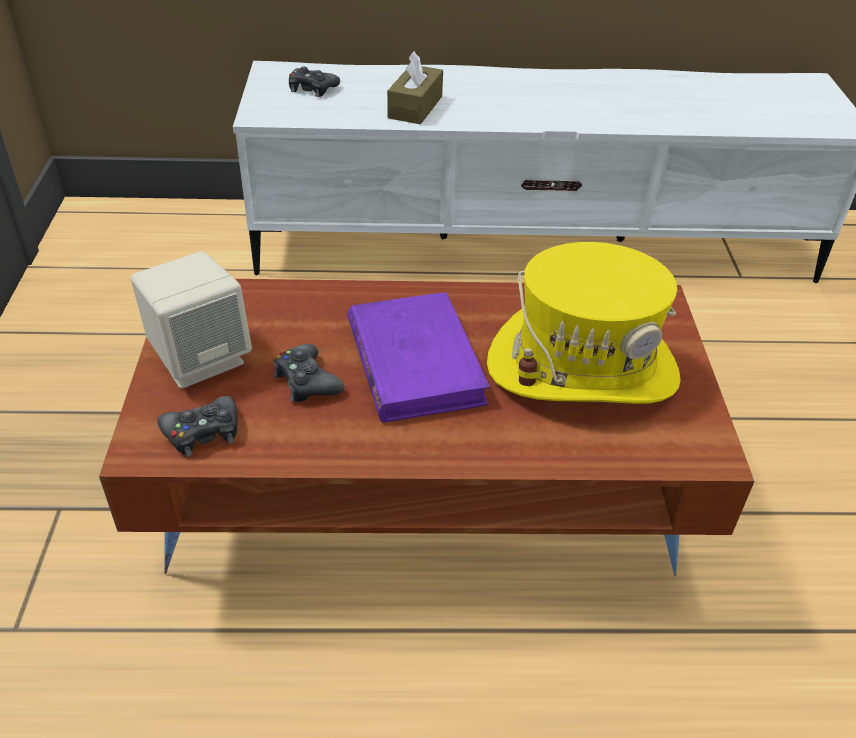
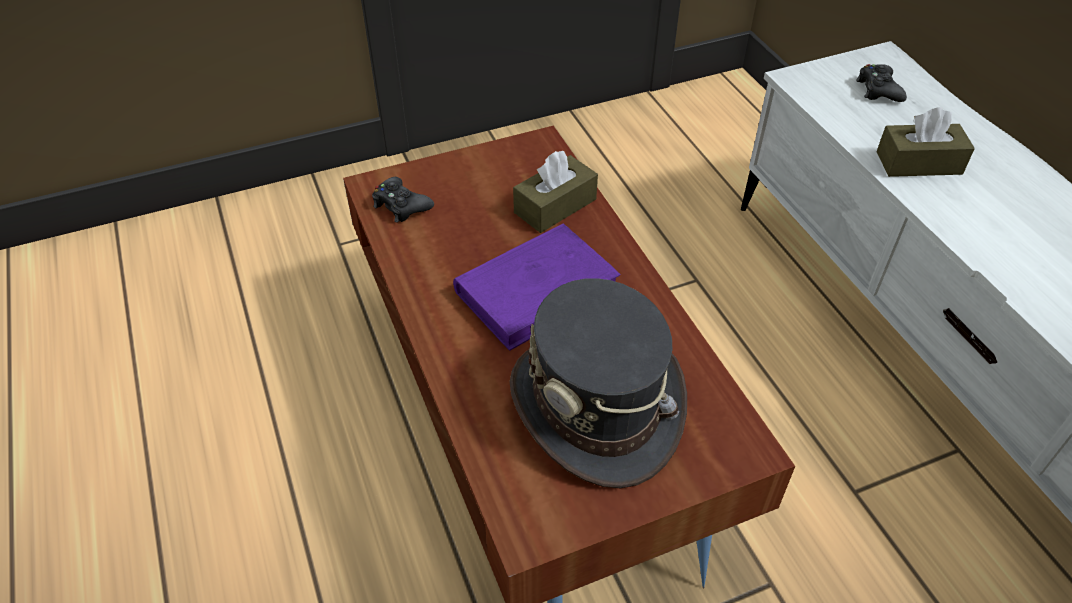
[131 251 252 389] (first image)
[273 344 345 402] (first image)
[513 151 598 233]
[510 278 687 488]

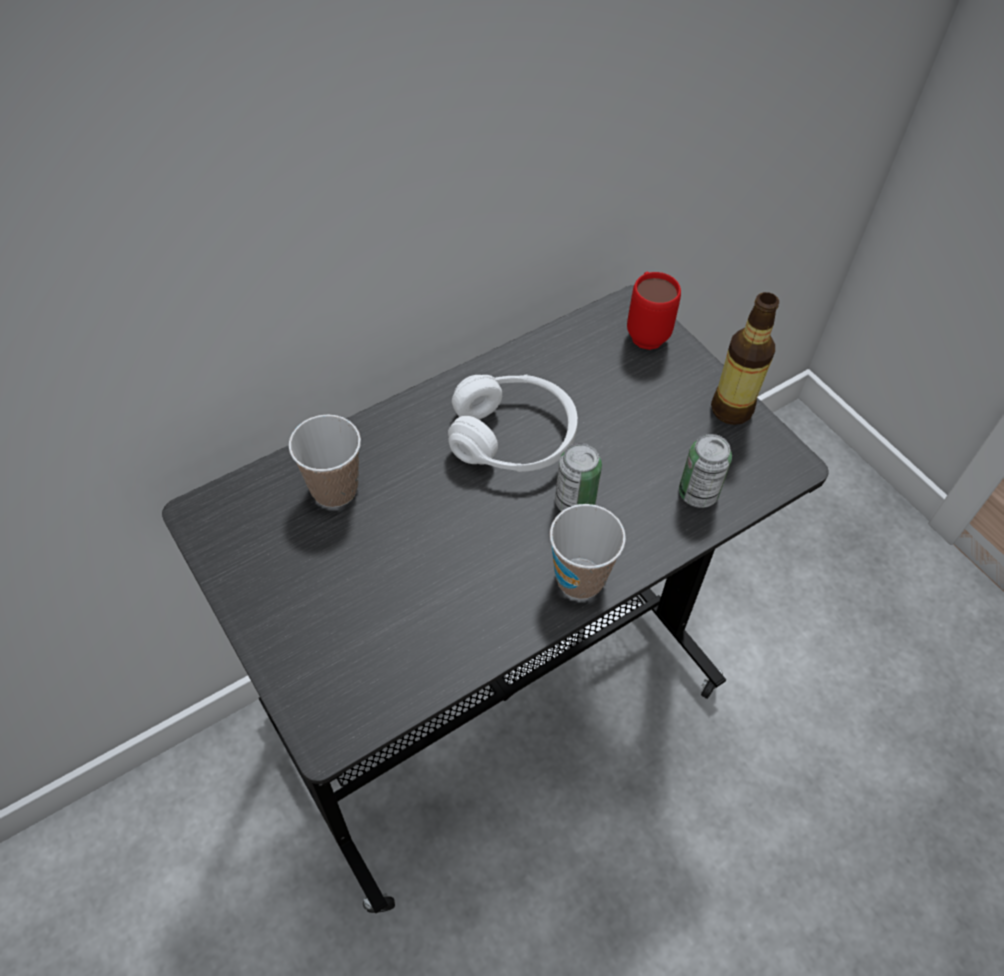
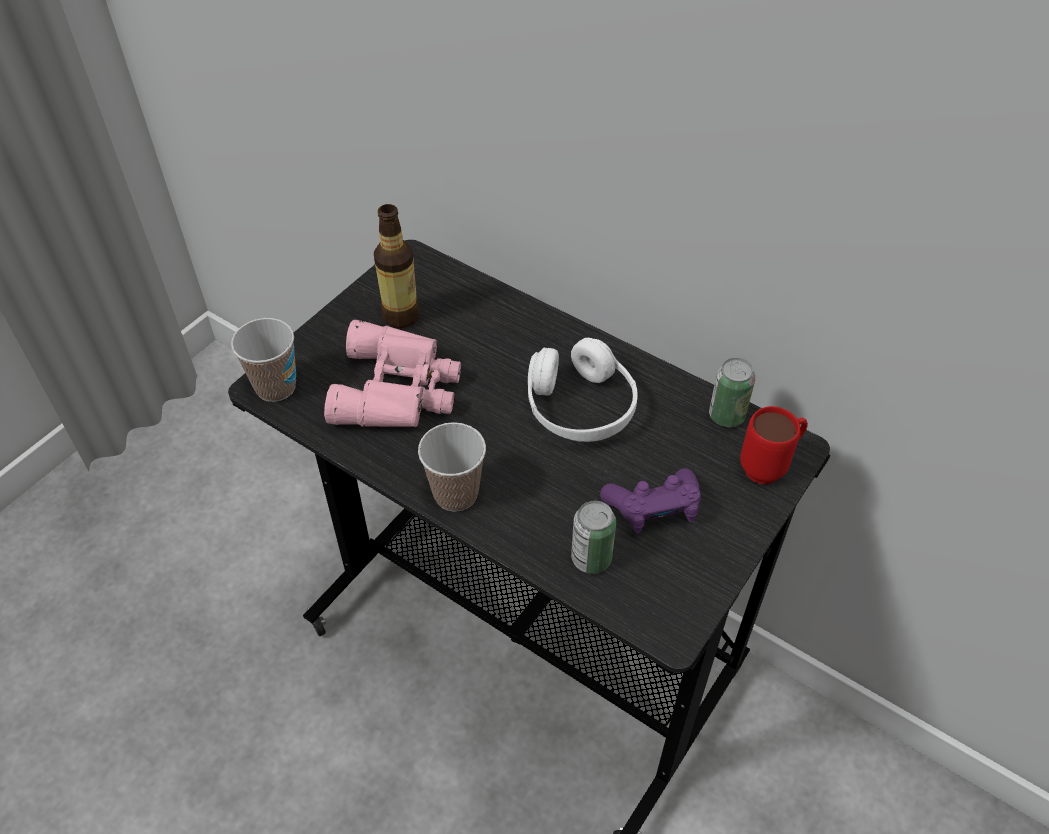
[324 320 461 427]
[600 468 701 534]
[231 318 296 402]
[709 358 755 427]
[374 204 420 328]

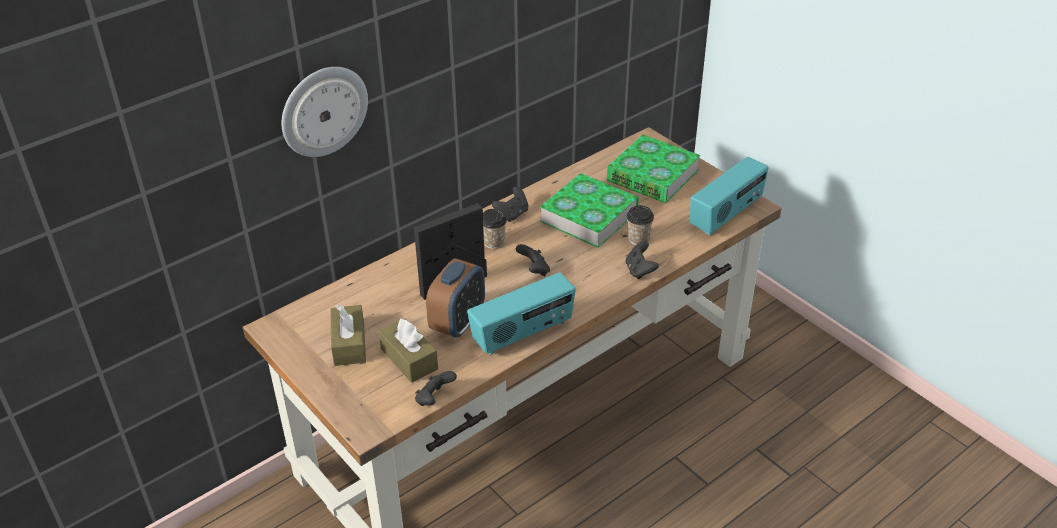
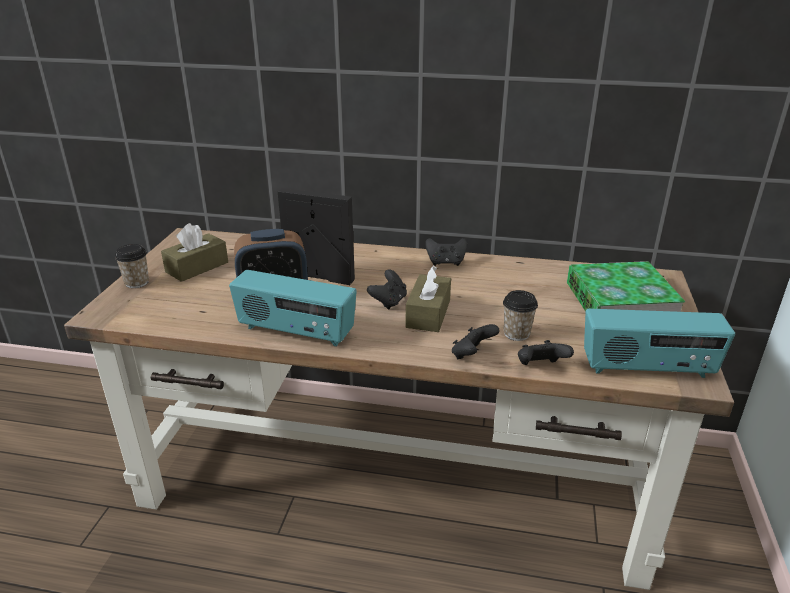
[282 67 368 157] (first image)
[540 173 639 248] (first image)
[406 265 451 332]
[518 340 574 365]
[115 244 149 288]

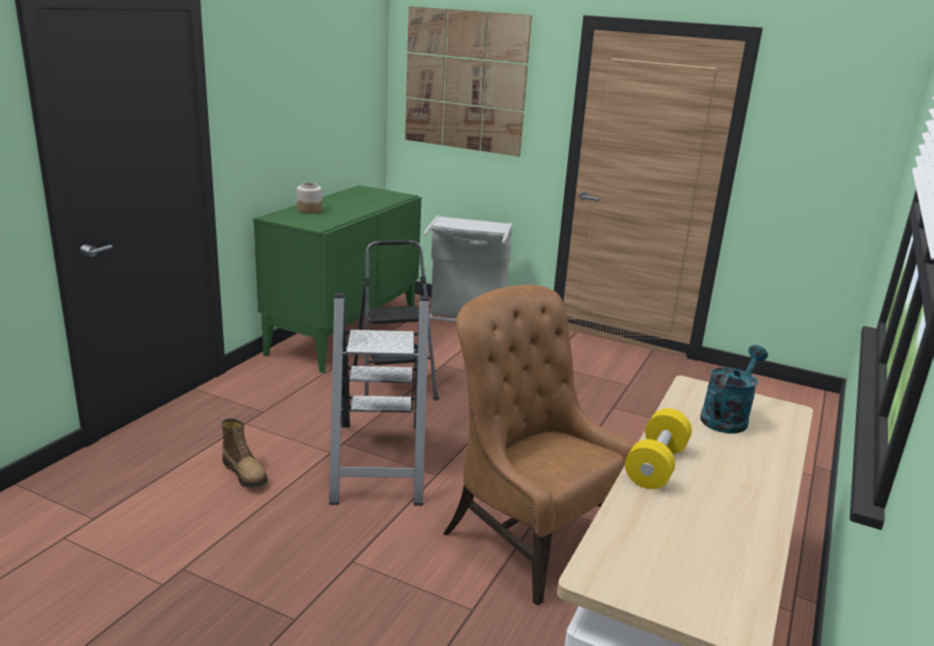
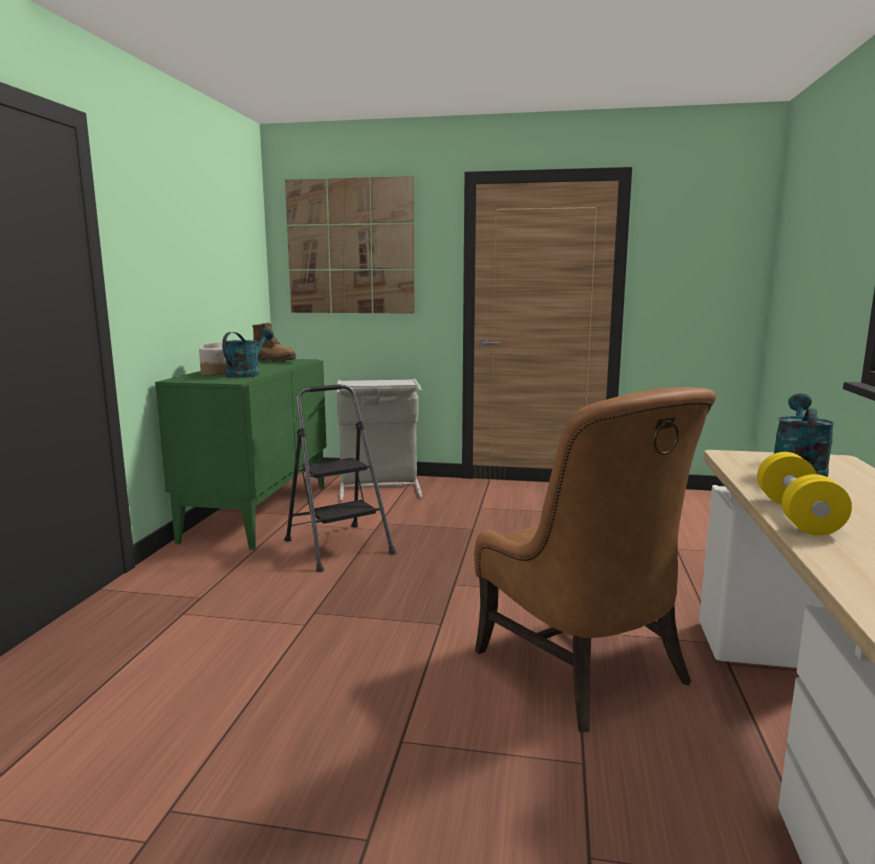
[329 292 430 506] (first image)
[222 328 273 378]
[252 323 296 362]
[474 387 716 732]

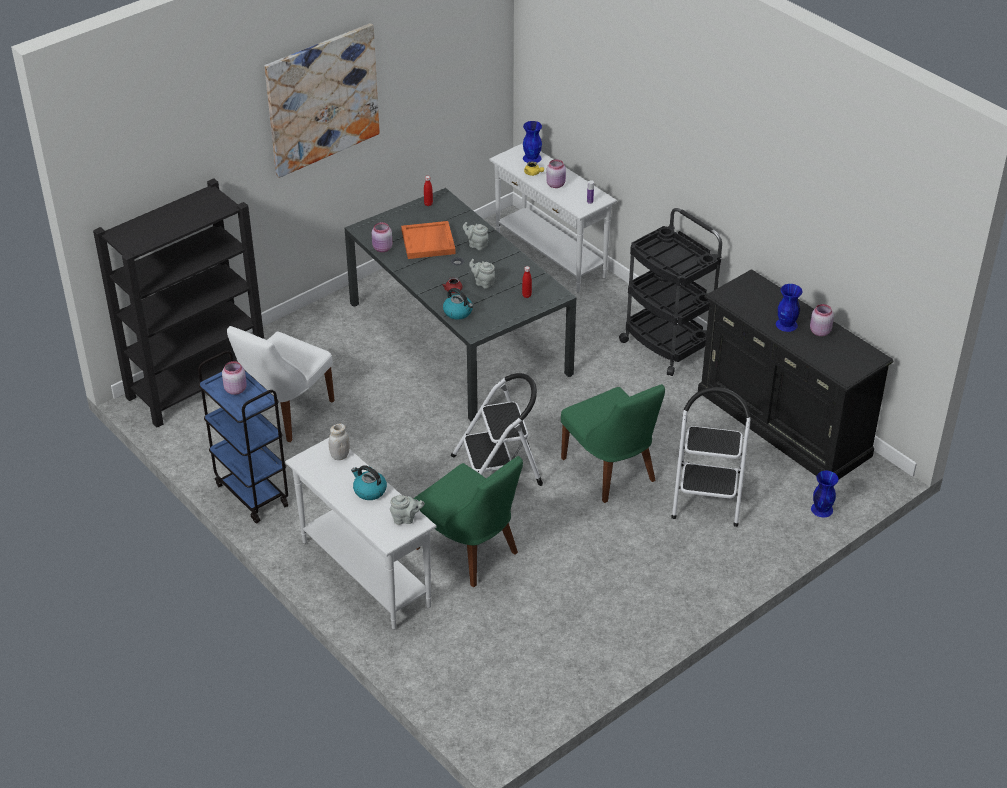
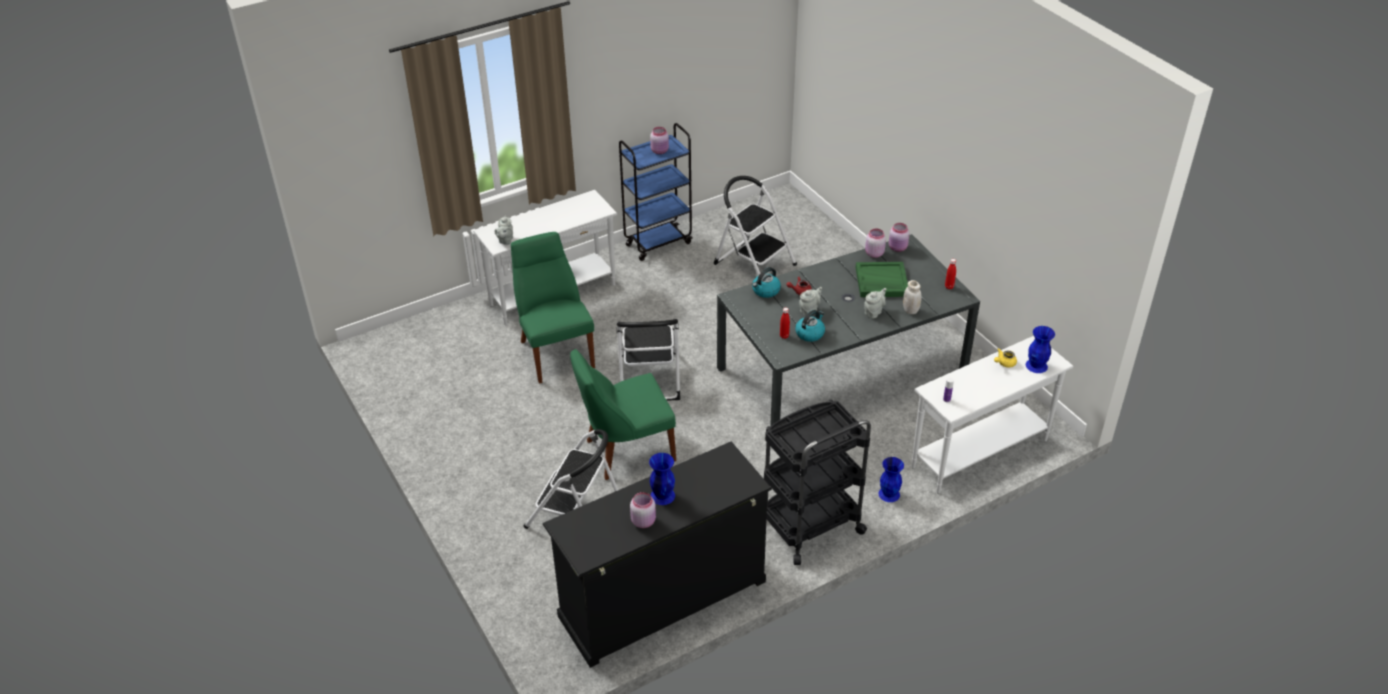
[93 178 264 428] (first image)
[265 23 380 178] (first image)
[903 280 922 314]
[795 310 825 342]
[889 223 909 252]
[879 457 904 502]
[714 176 797 276]
[856 262 908 297]
[511 232 595 383]

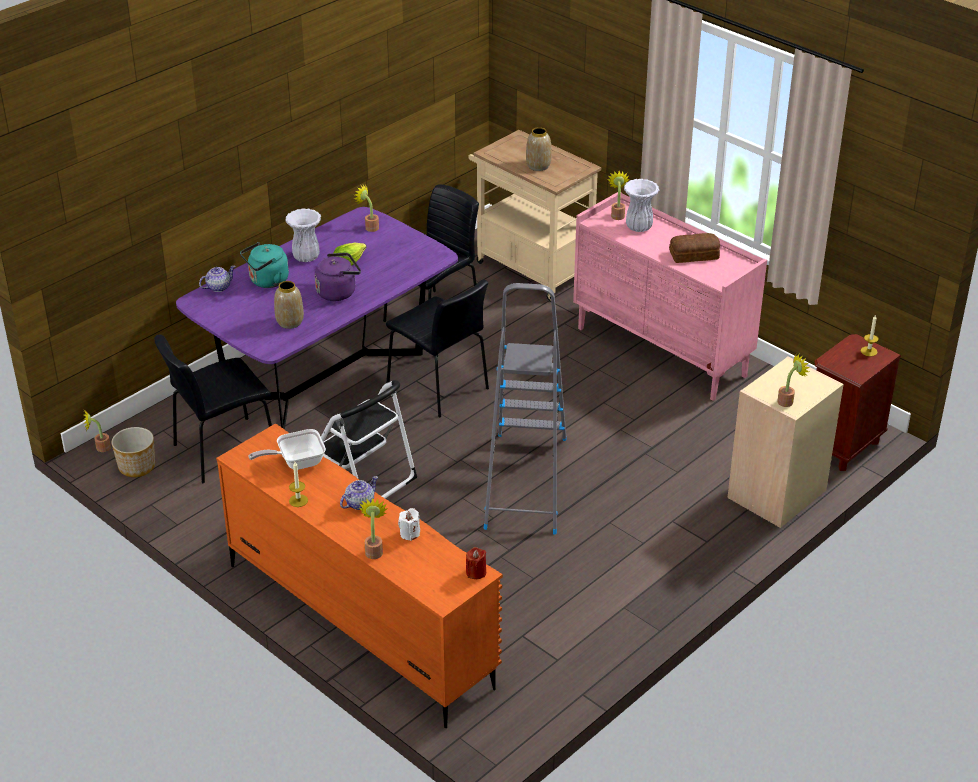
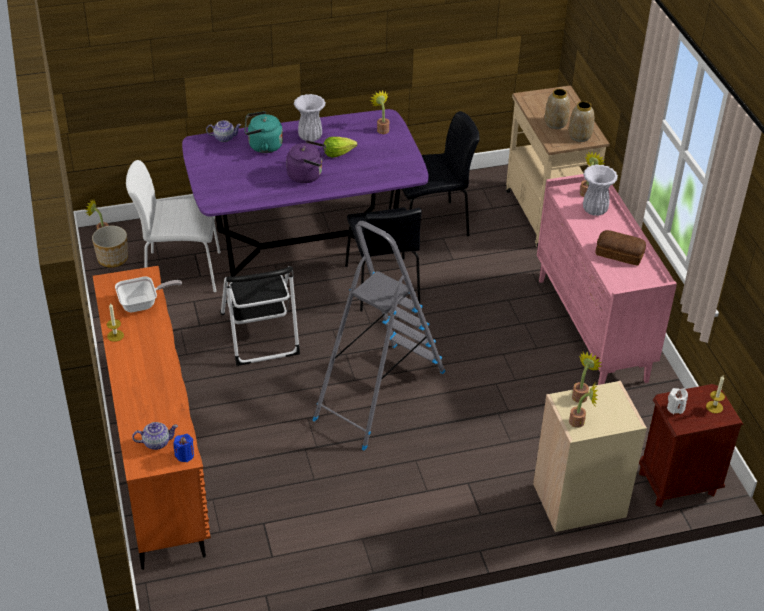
[569 101 594 142]
[132 422 178 450]
[572 352 601 403]
[667 388 688 415]
[126 160 221 292]
[173 434 194 462]
[115 276 182 312]

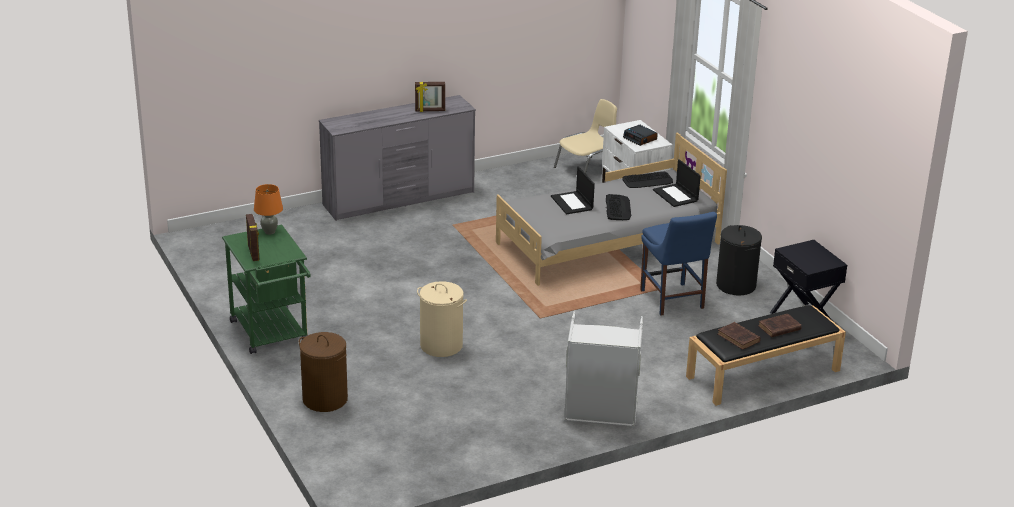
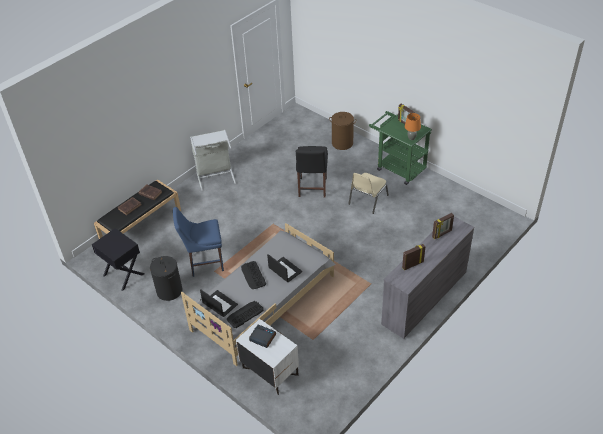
[432 213 454 239]
[349 173 389 214]
[296 146 328 197]
[173 207 224 277]

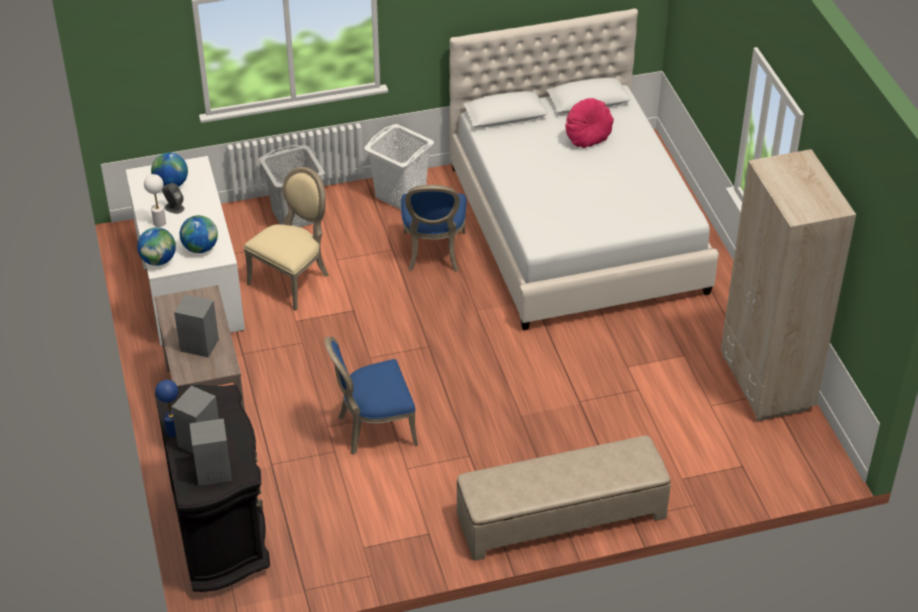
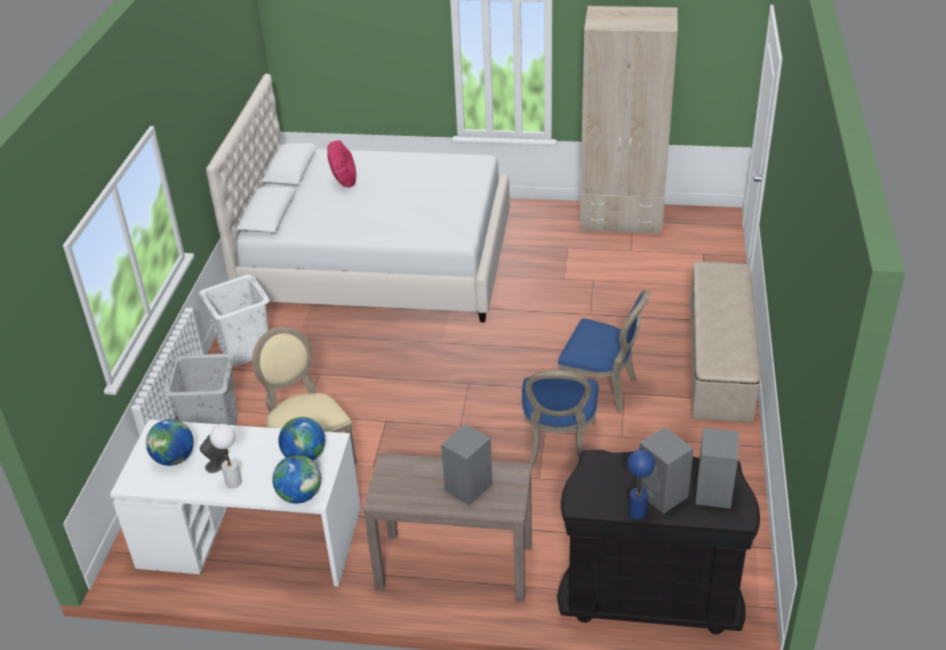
[558 290 650 413]

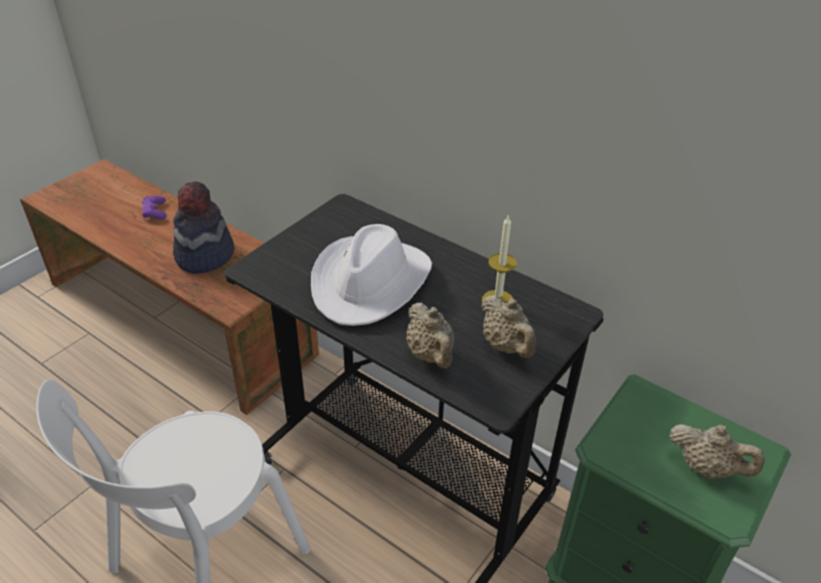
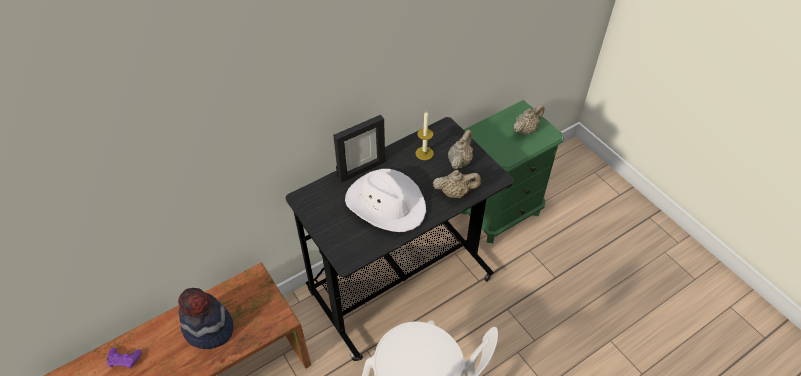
[333 115 385 183]
[448 130 473 169]

